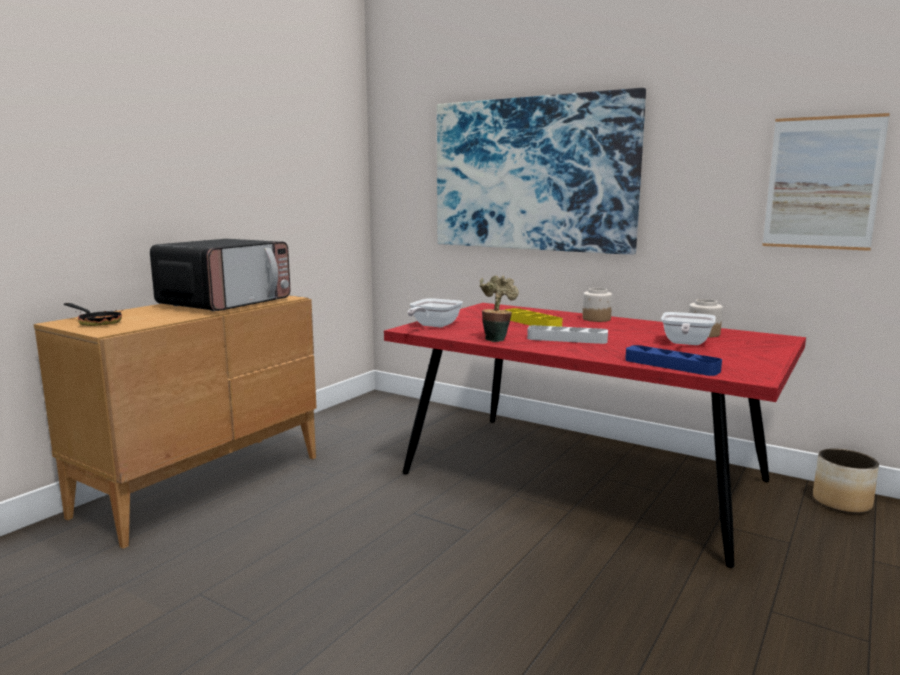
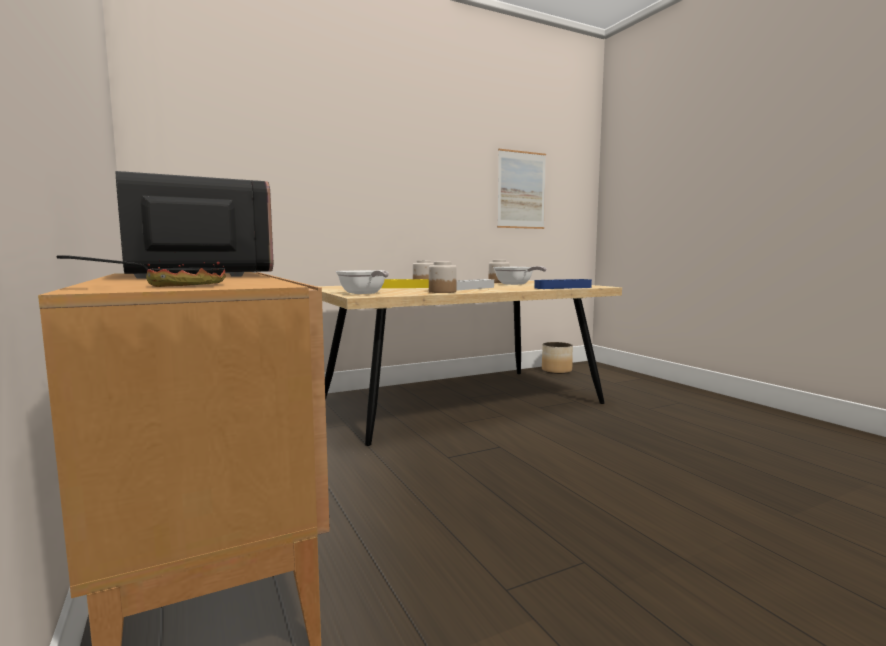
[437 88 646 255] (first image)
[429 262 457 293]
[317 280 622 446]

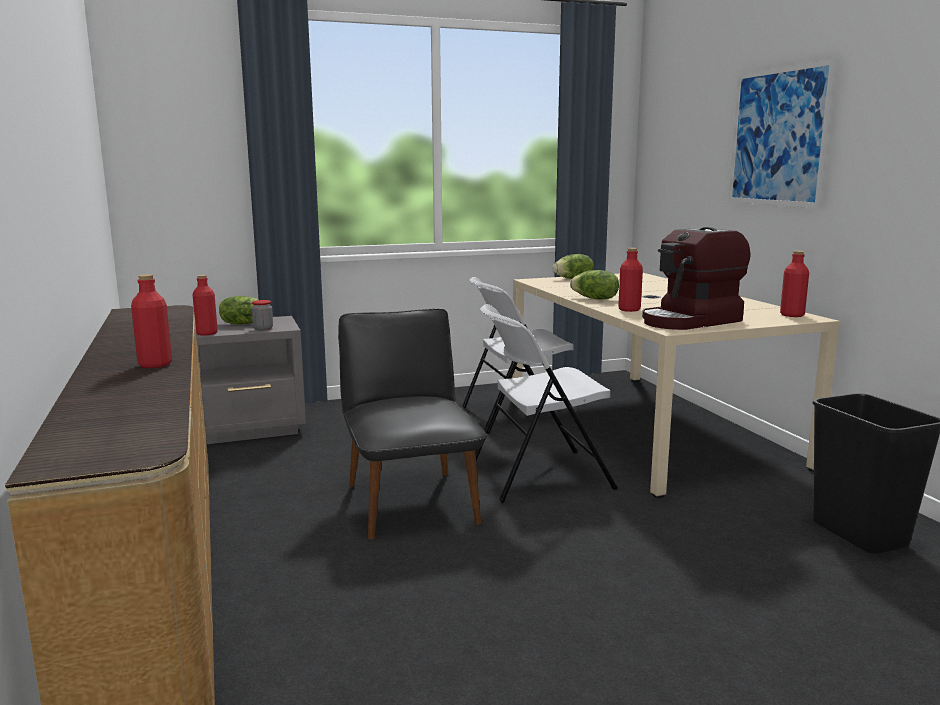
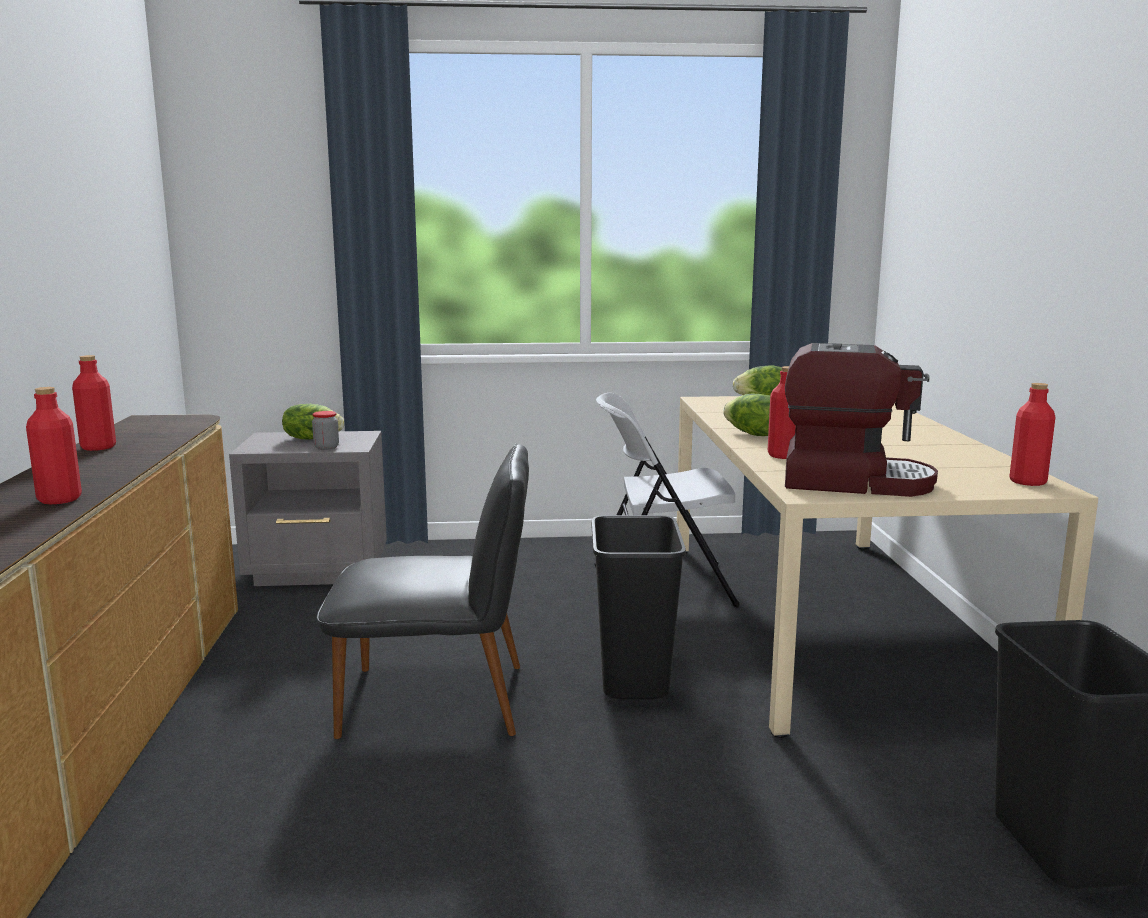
[728 58 837 208] (first image)
[72 355 116 451]
[591 515 686 700]
[316 444 529 739]
[785 343 938 497]

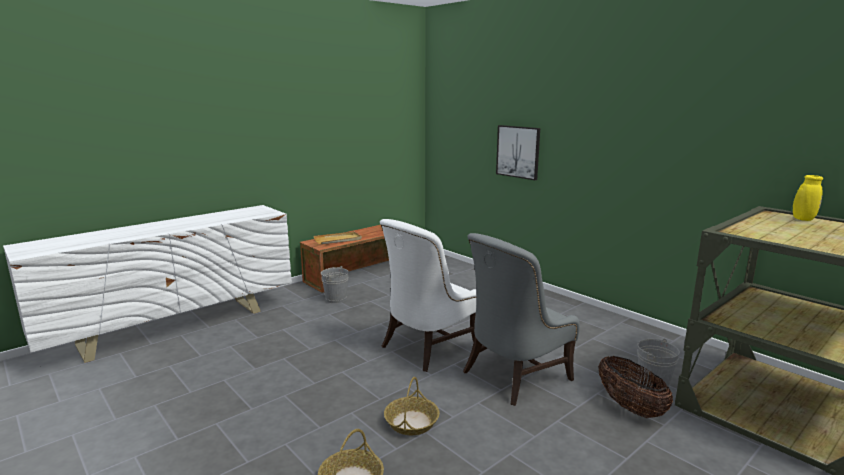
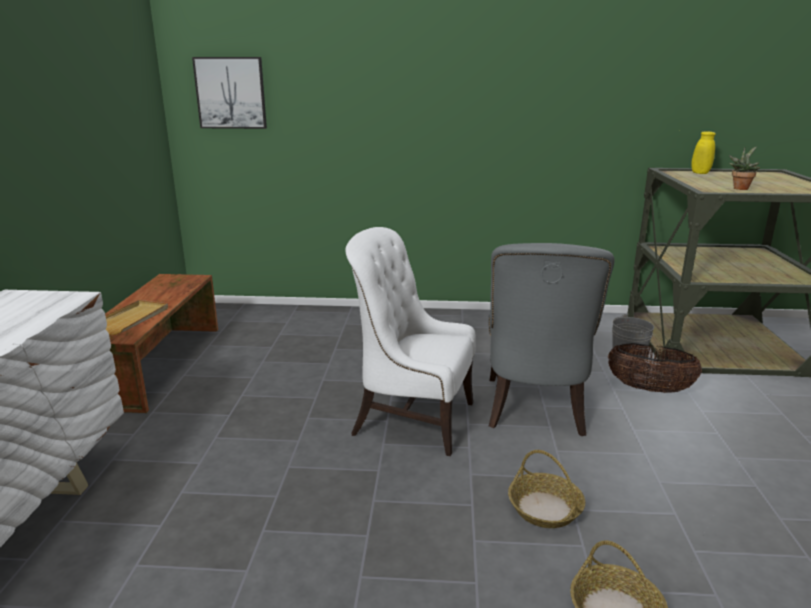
[321 266 349 303] (first image)
[729 146 760 190]
[192 57 267 129]
[345 227 476 456]

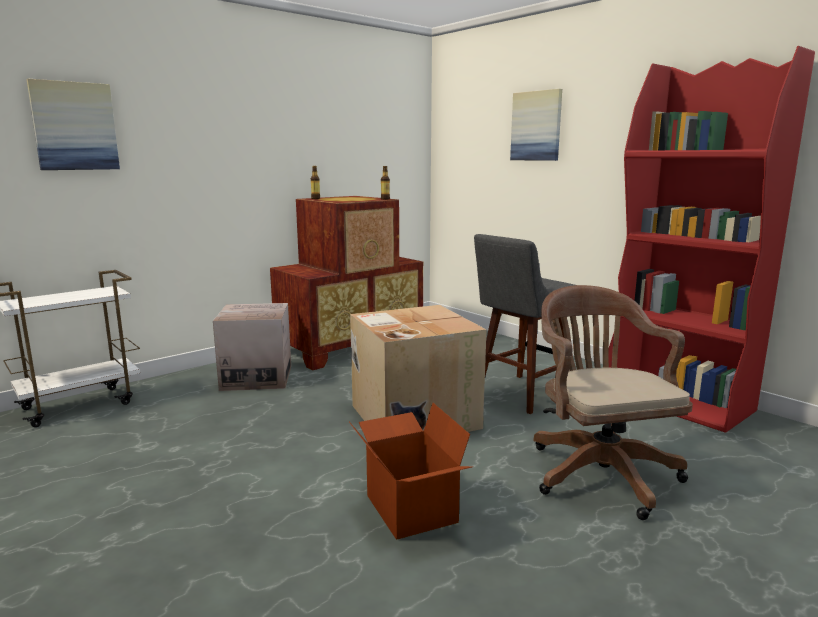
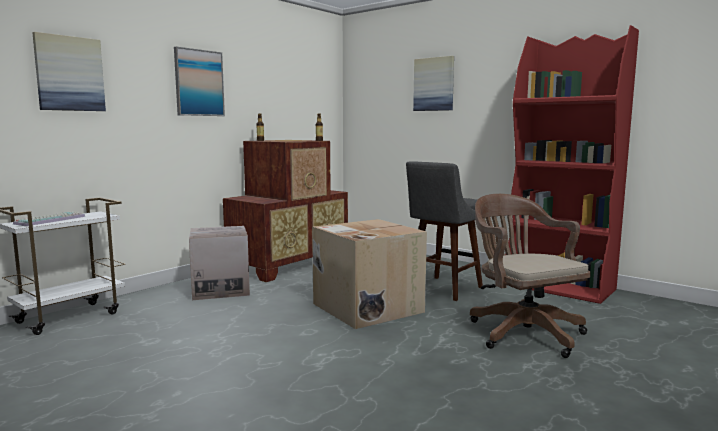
[349 403 473 540] (first image)
[13 212 85 226]
[174 47 225 116]

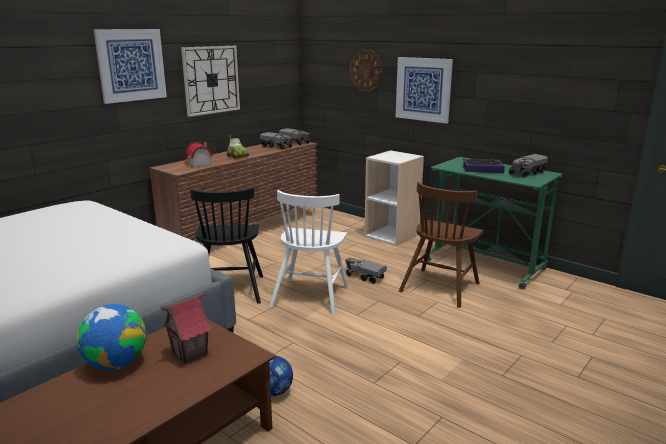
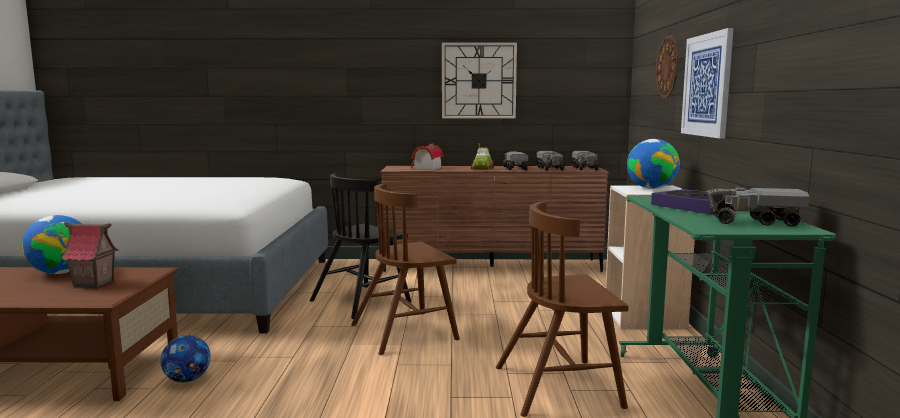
[93 29 167 104] (first image)
[627 139 680 189]
[503 150 528 170]
[351 184 460 355]

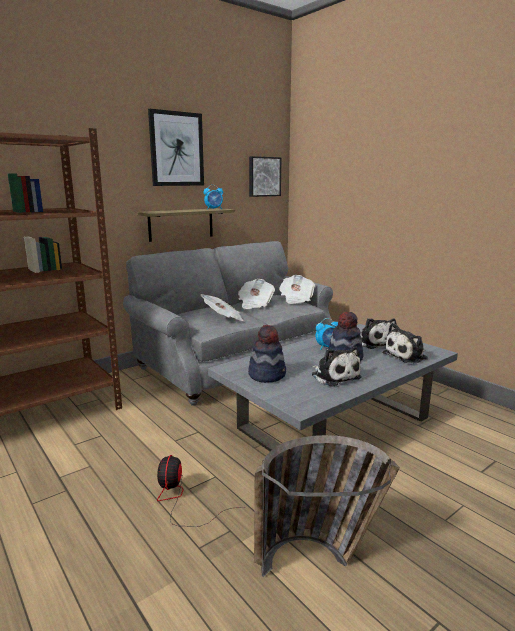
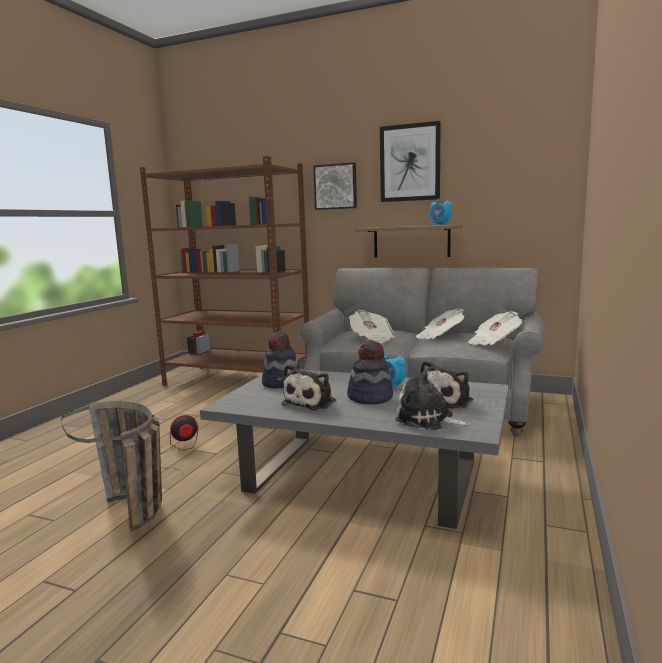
[313 162 357 210]

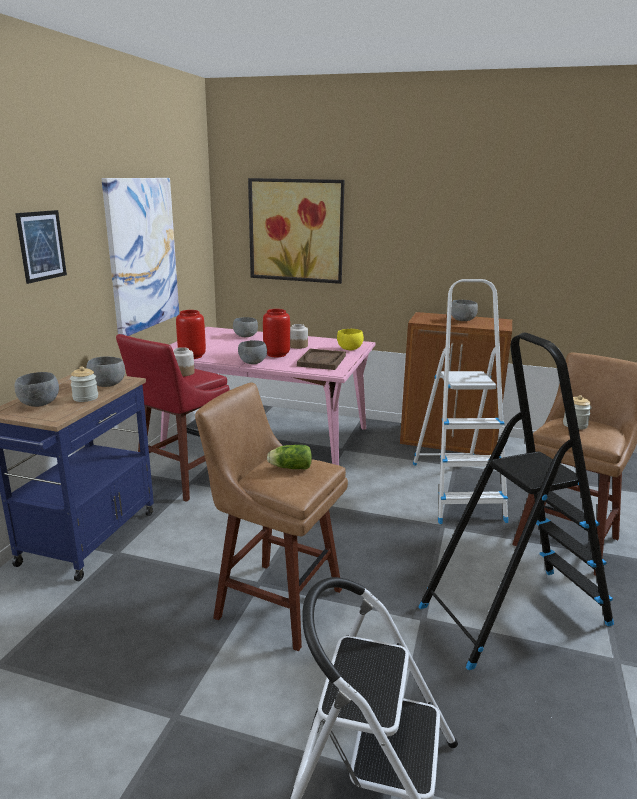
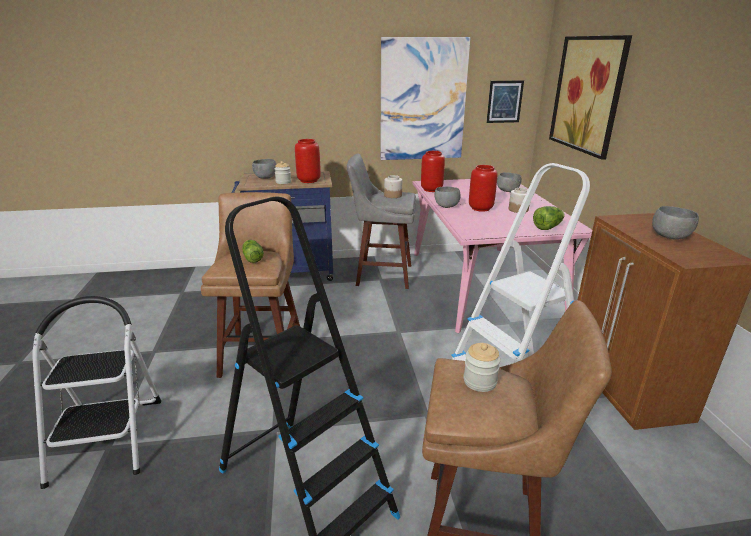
[297 349 346 370] (first image)
[486 80 524 123]
[295 139 321 183]
[533 206 565 230]
[347 153 416 289]

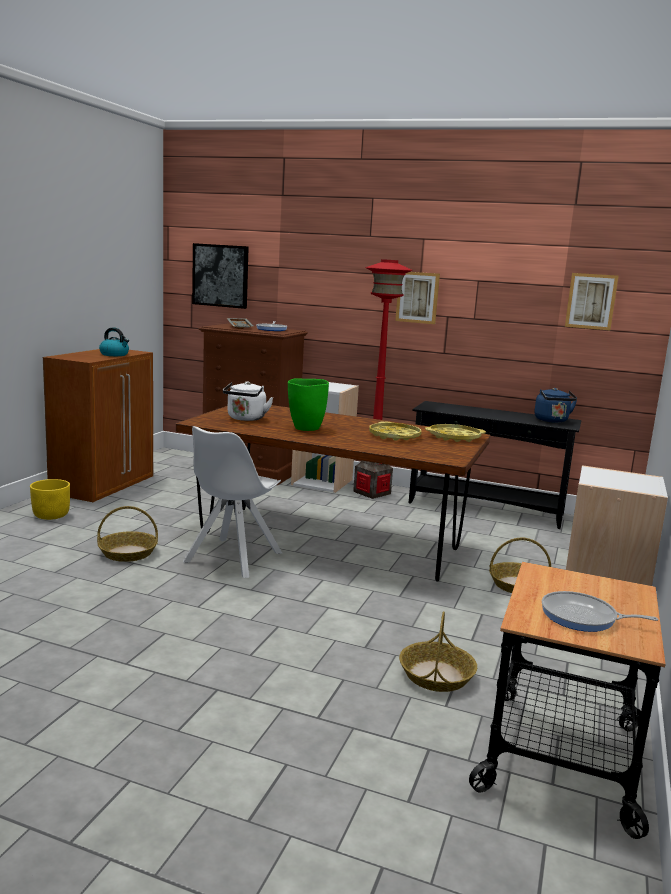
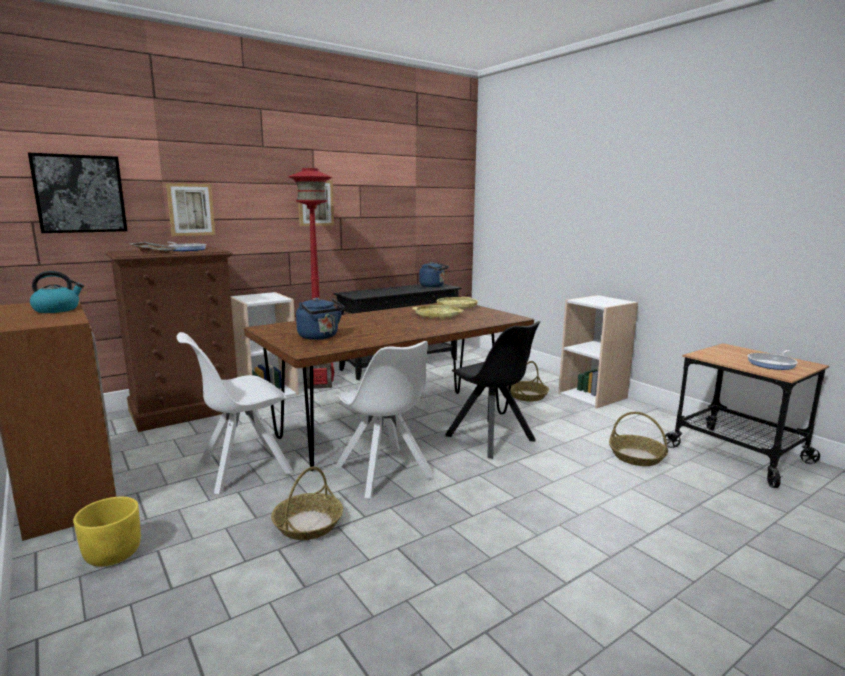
[288 378 329 431] (first image)
[177 332 294 494]
[445 321 540 459]
[166 183 216 236]
[296 298 344 340]

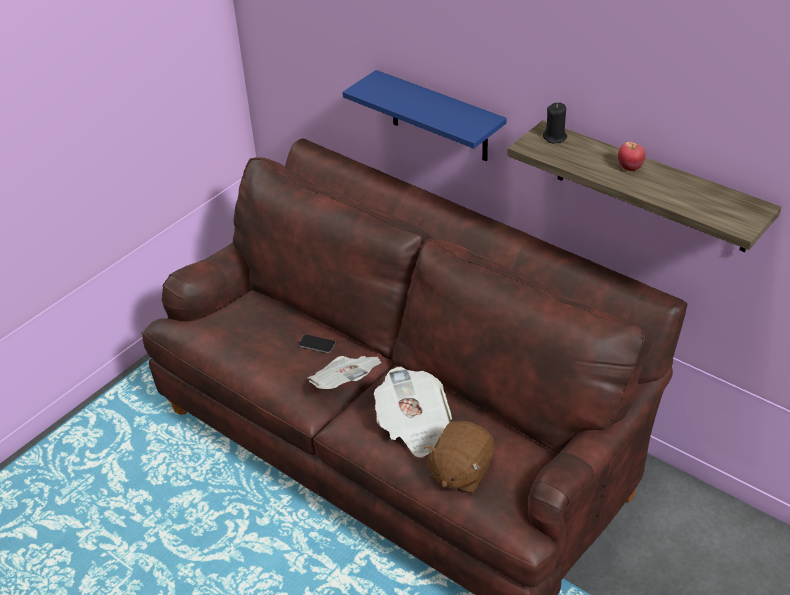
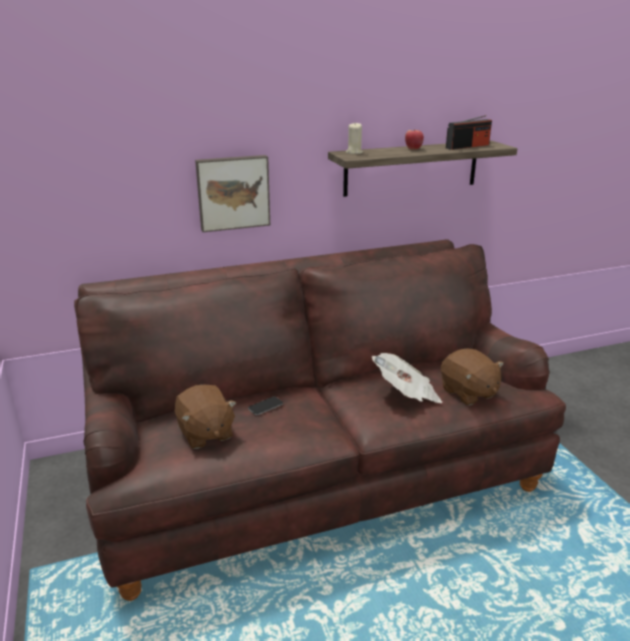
[308 356 382 389] (first image)
[175 385 236 449]
[446 115 492 150]
[195 155 270 232]
[346 123 363 154]

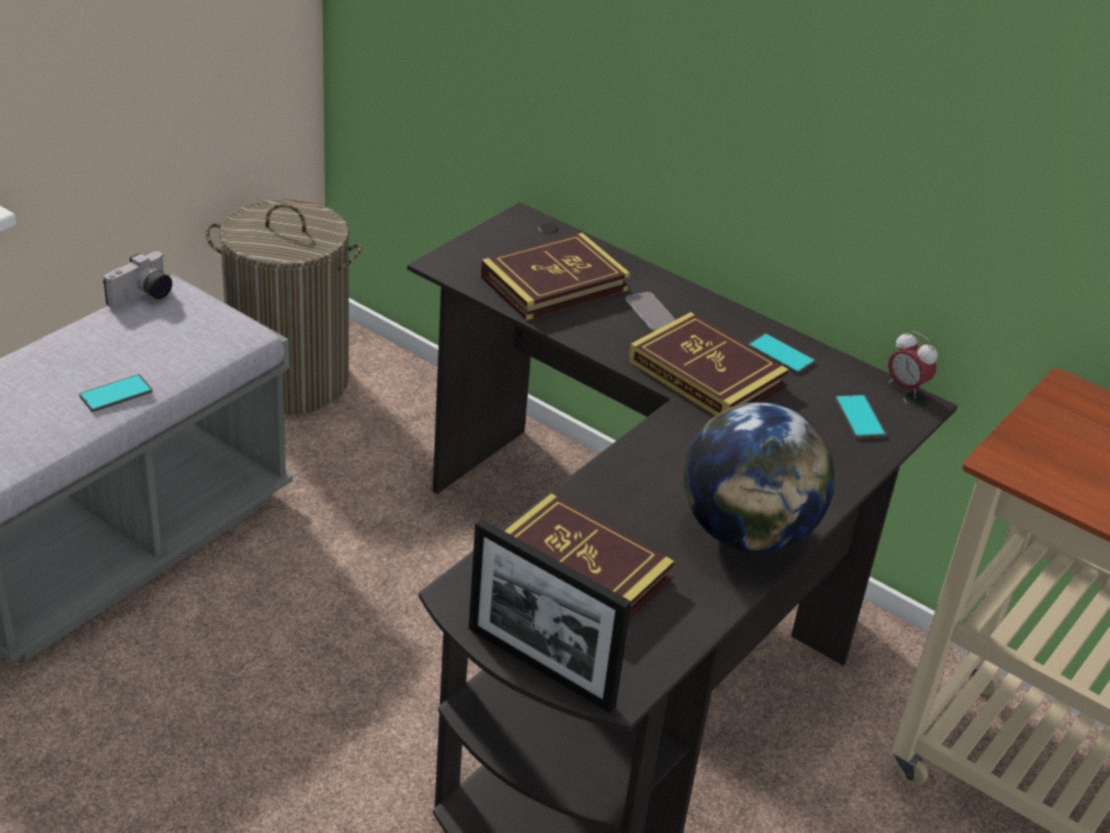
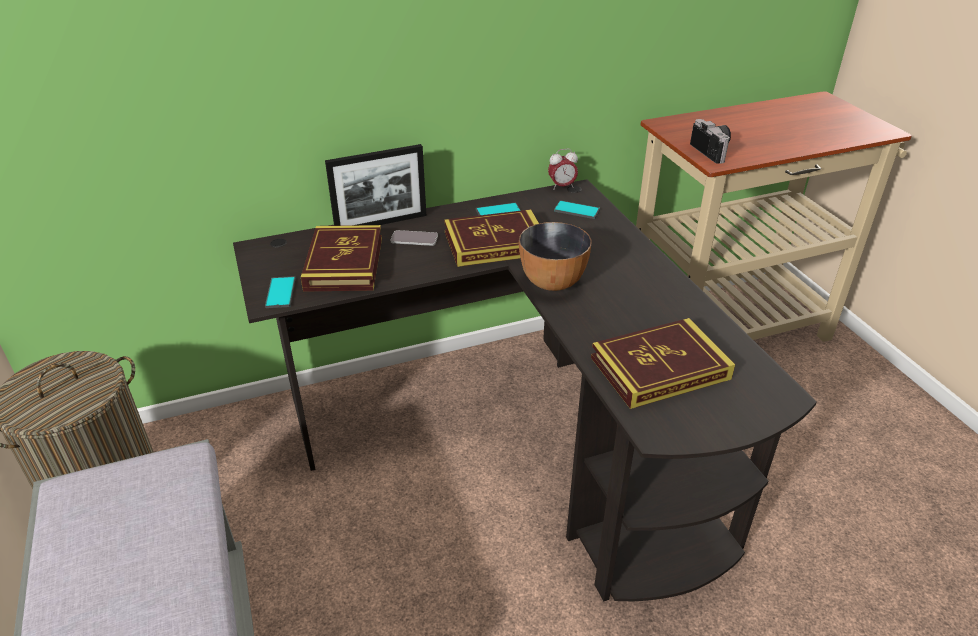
[683 402 835 553] (first image)
[519 222 592 291]
[265 276 296 308]
[690 119 731 164]
[325 144 427 226]

